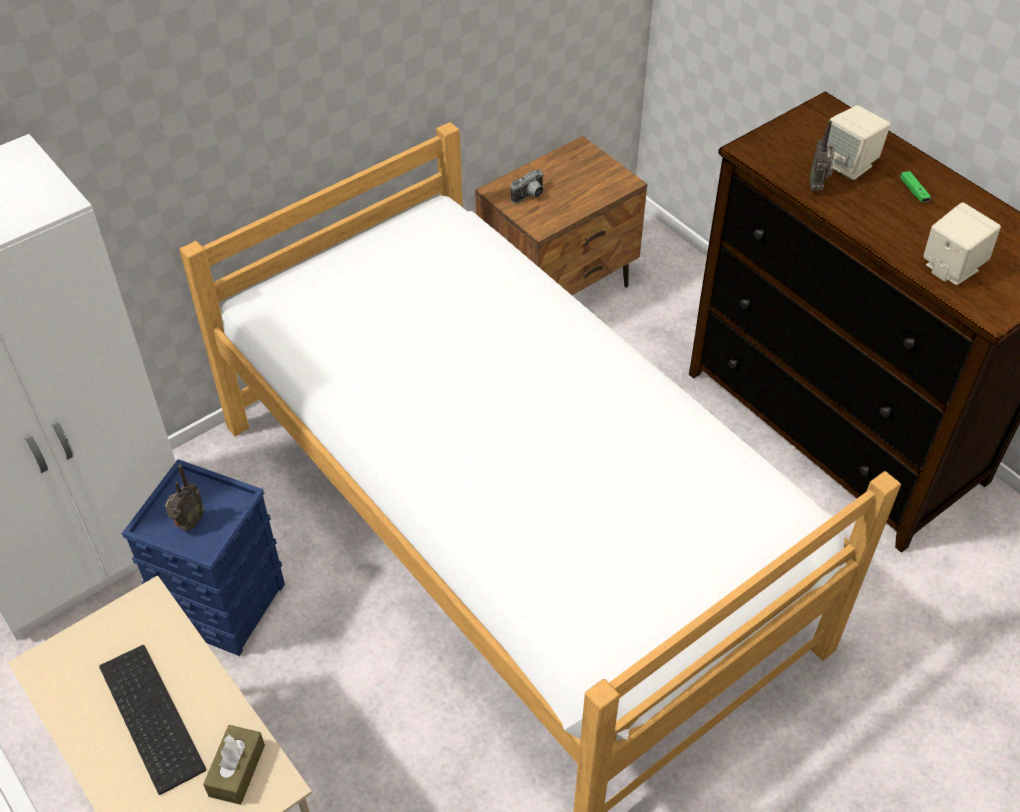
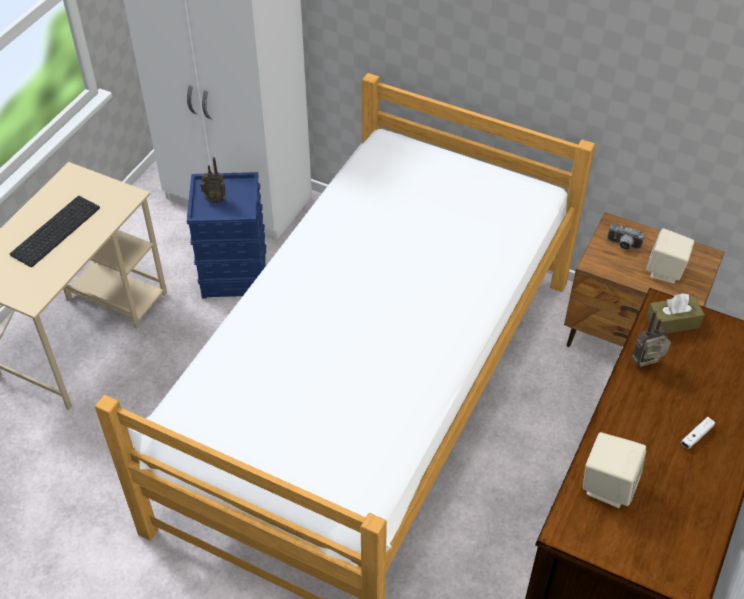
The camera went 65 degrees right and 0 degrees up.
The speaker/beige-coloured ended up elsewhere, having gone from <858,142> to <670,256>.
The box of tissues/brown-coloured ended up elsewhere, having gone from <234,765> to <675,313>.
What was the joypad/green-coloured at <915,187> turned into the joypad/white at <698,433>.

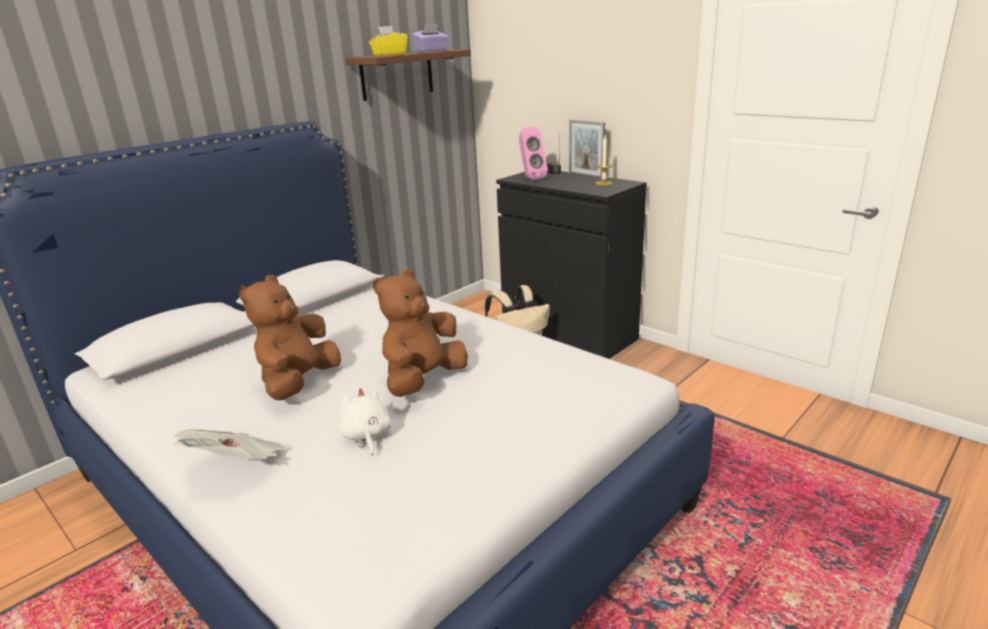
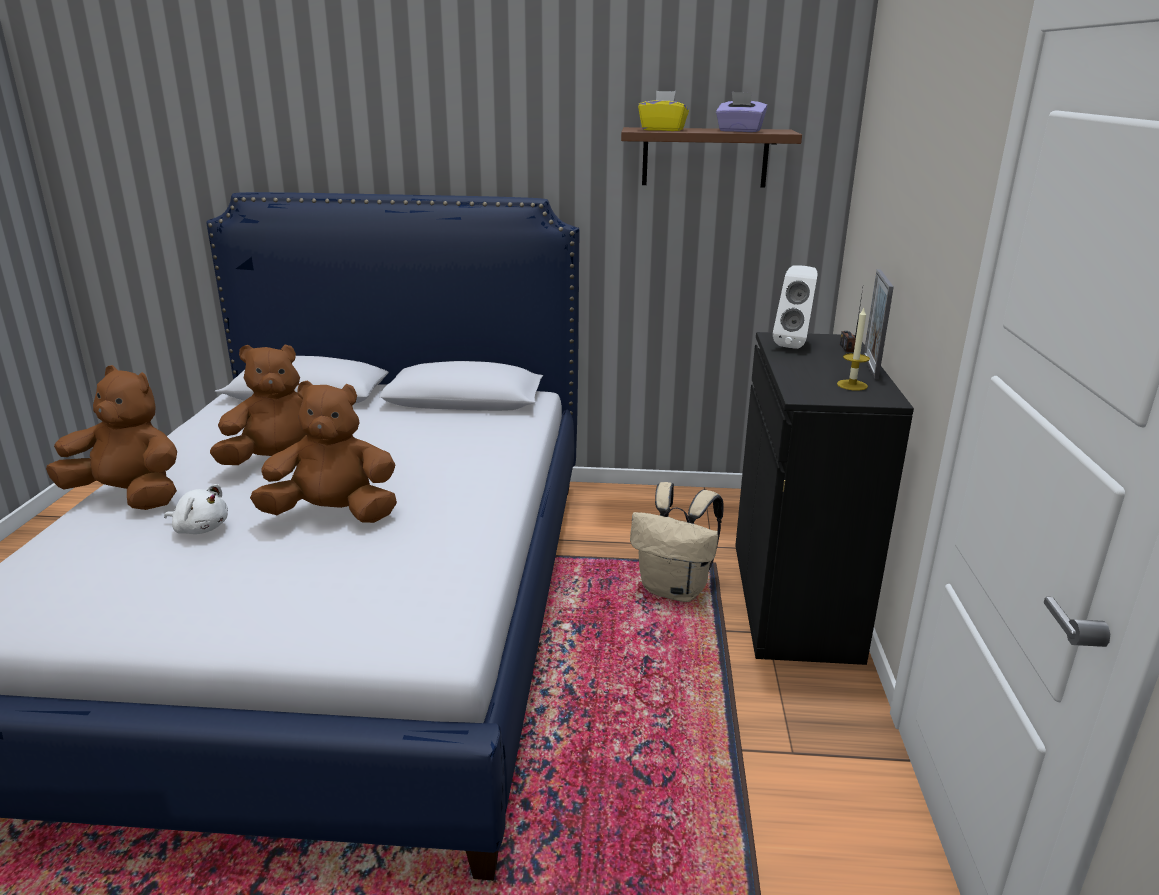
The camera went 50 degrees right and 0 degrees up.
Where the newspaper stood at <232,444>, the soft toy/brown-coloured came to stand at <111,437>.
The soft toy/white at <365,422> ended up facing another way, 75 degrees clockwise from before.
What was the speaker/pink-coloured at <533,153> turned into the speaker/white at <795,307>.

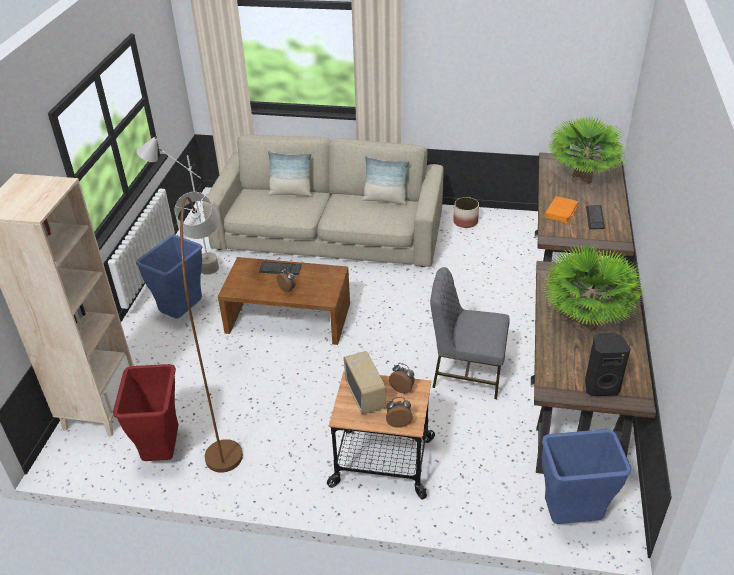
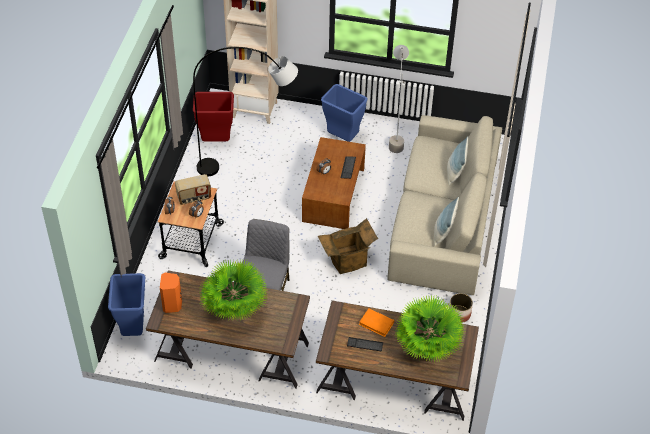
The camera went 90 degrees right and 10 degrees up.
What was the speaker/black at <607,364> turned into the speaker/orange at <171,292>.
What was the standard lamp/brown-coloured at <209,332> turned into the standard lamp/grey at <245,111>.
The second view gained the carton at <348,246>.

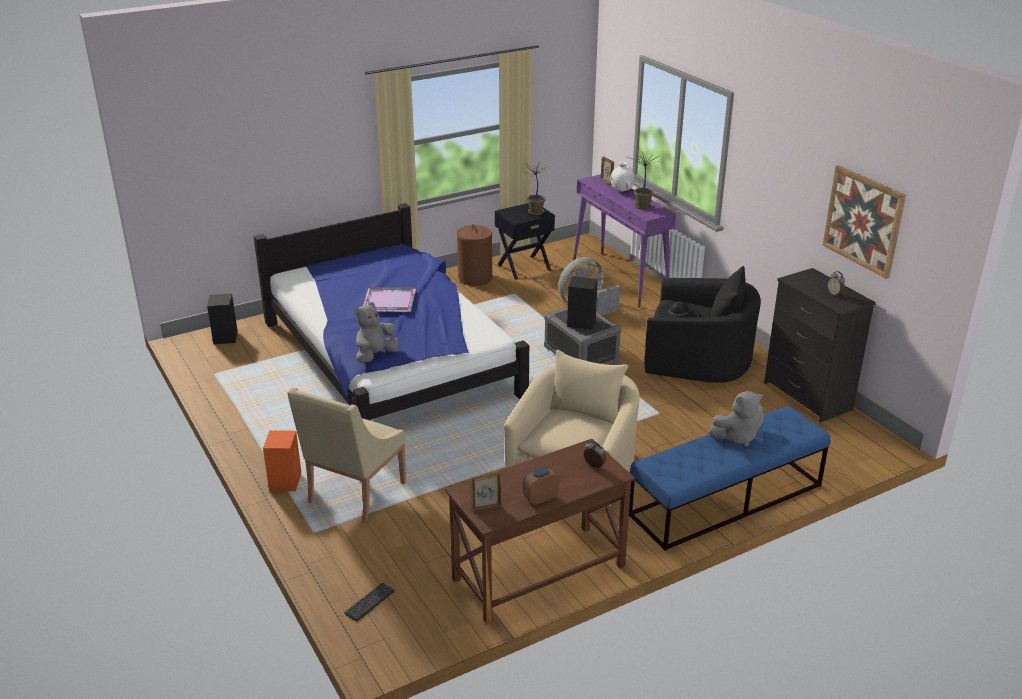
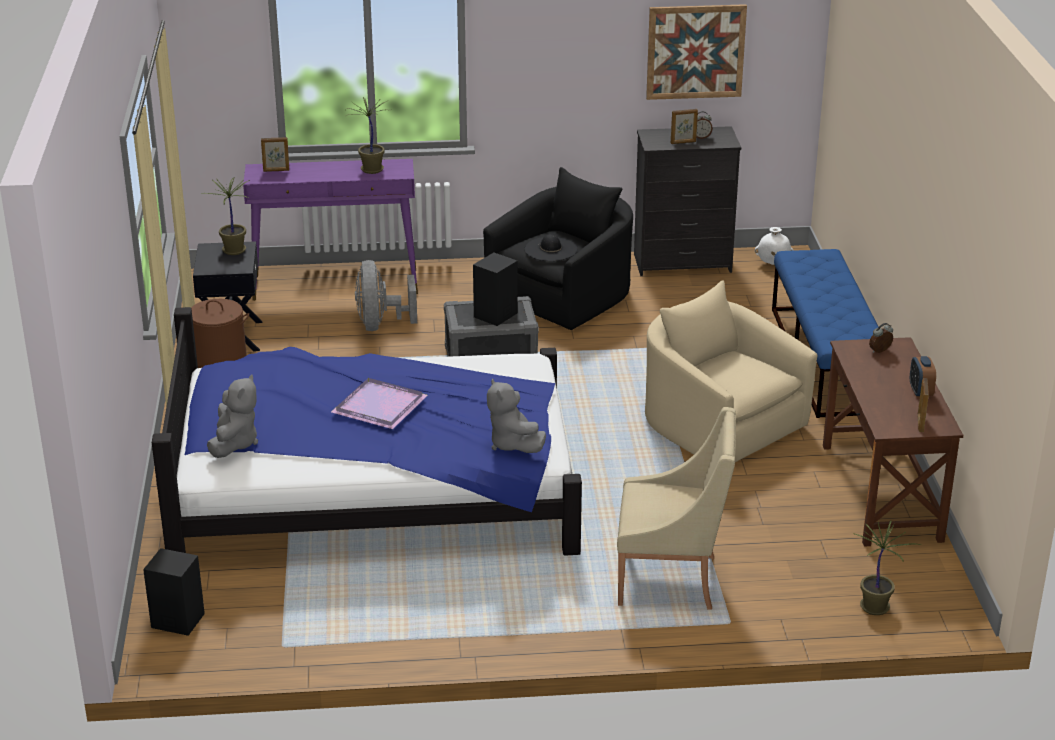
The camera went 65 degrees left and 0 degrees up.
The soft toy/grey ended up elsewhere, having gone from <736,419> to <232,416>.
The easy chair/beige-coloured at <346,455> ended up facing another way, 45 degrees counterclockwise from before.
The second view gained the picture frame at <684,126>.
The flower vase/white ended up elsewhere, having gone from <622,177> to <774,246>.
Where the computer keyboard stood at <369,602>, the houseplant came to stand at <887,568>.
The second view lost the speaker/orange at <282,461>.

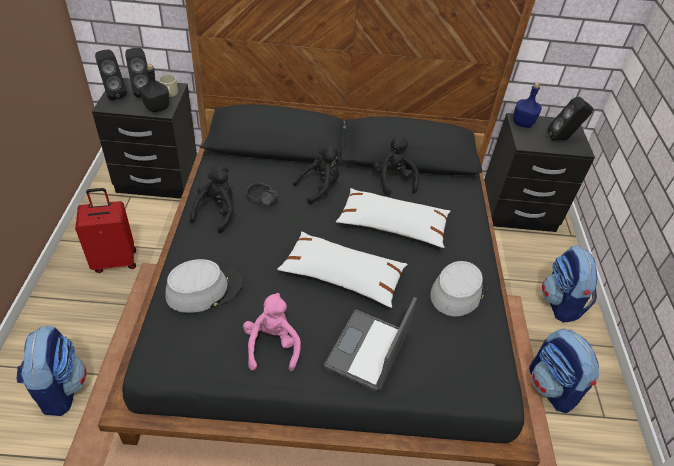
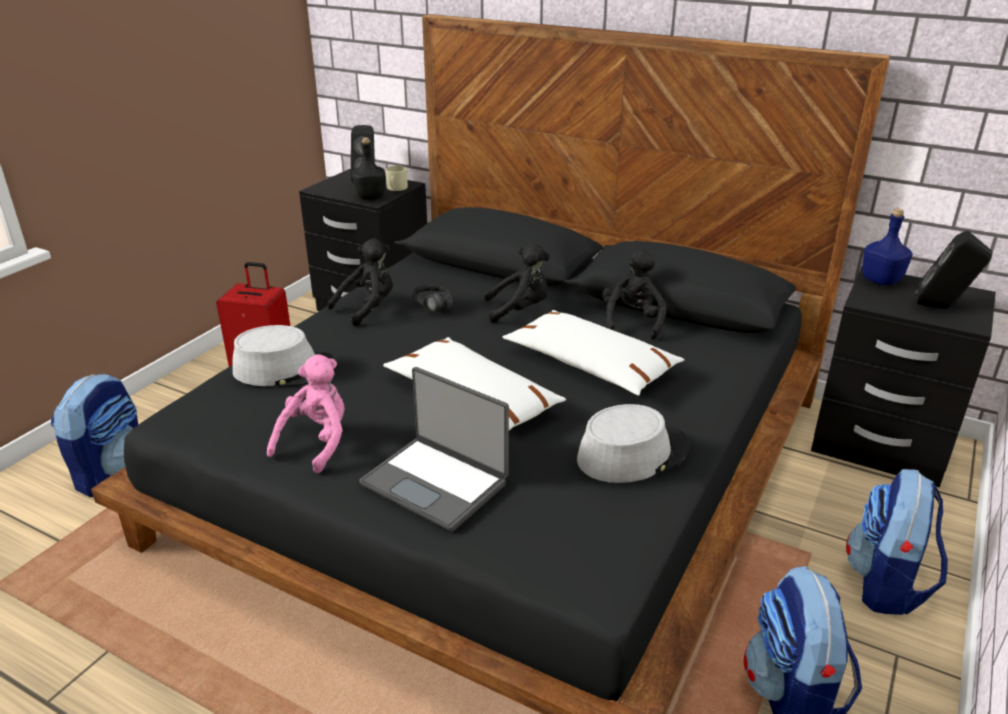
The camera went 30 degrees right and 15 degrees down.
The notebook computer at <370,344> ended up facing another way, 105 degrees counterclockwise from before.
The second view lost the speaker/black at <111,74>.

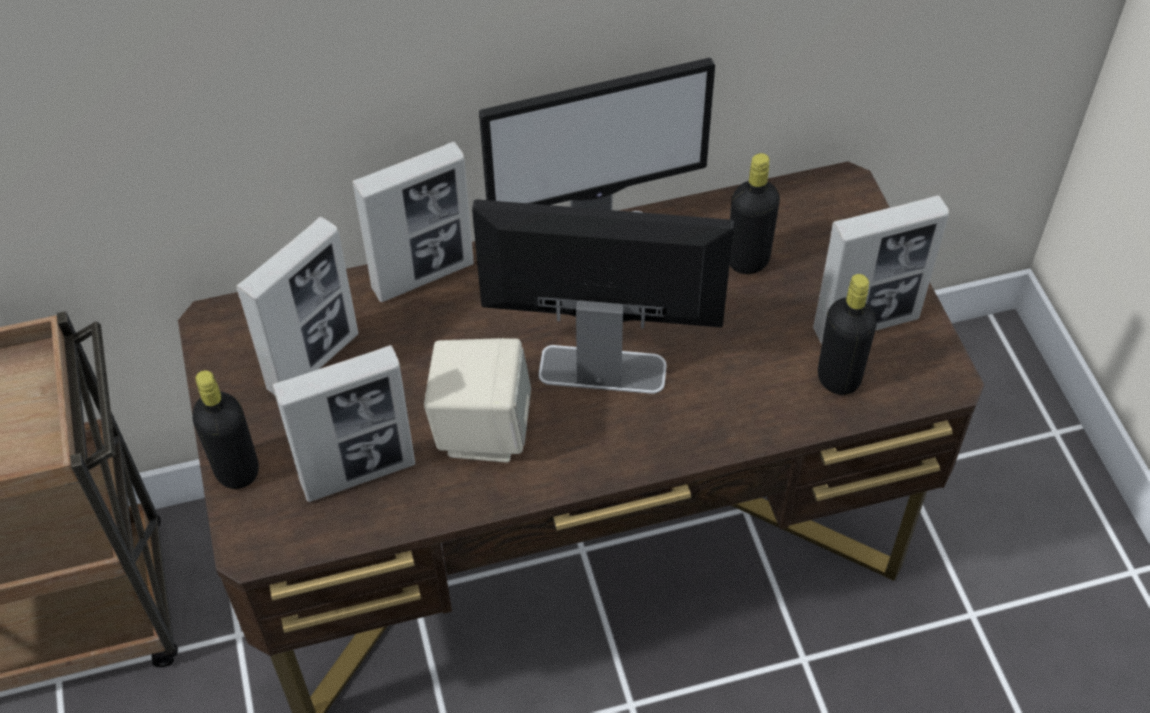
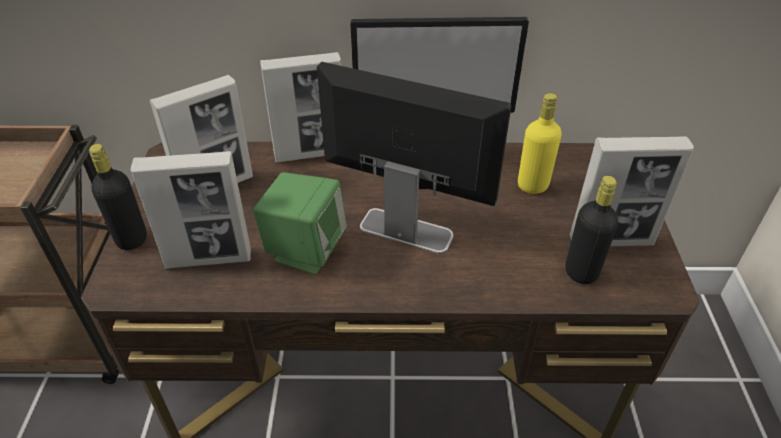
The camera went 15 degrees right and 10 degrees down.
What was the speaker/beige-coloured at <477,400> turned into the speaker/green-coloured at <300,223>.
What was the drink bottle/black at <755,213> turned into the drink bottle/yellow-coloured at <540,143>.

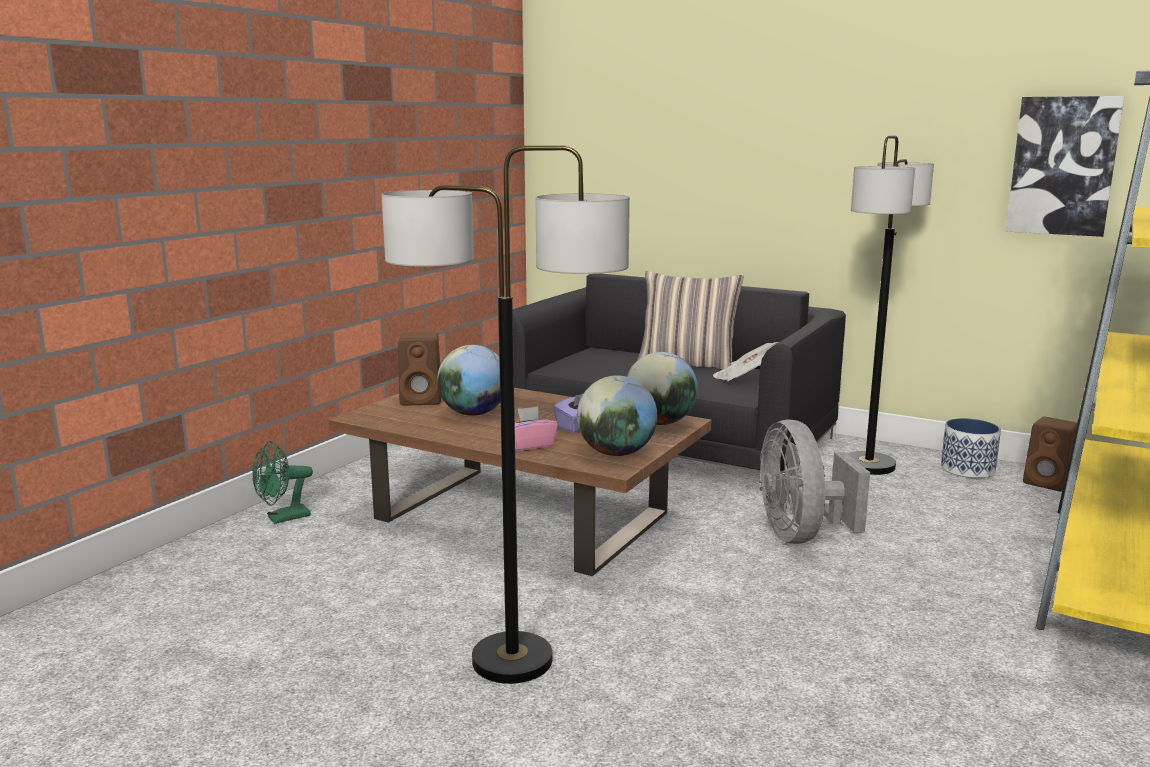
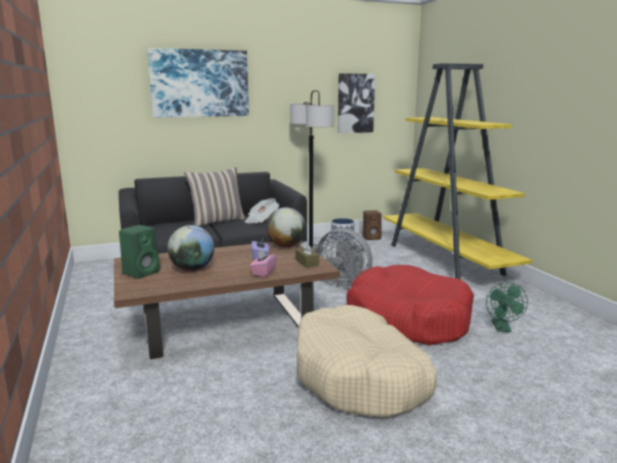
The camera went 50 degrees left and 0 degrees up.
What was the speaker/brown-coloured at <419,368> turned into the speaker/green-coloured at <139,252>.
The second view gained the picture at <198,82>.
Where the world globe stood at <617,415>, the box of tissues/brown-coloured came to stand at <307,254>.
Where the standard lamp stood at <506,415>, the dog bed/beige-coloured came to stand at <366,361>.
The second view gained the dog bed/red at <410,305>.
The cooling fan/green-coloured ended up elsewhere, having gone from <282,482> to <507,307>.

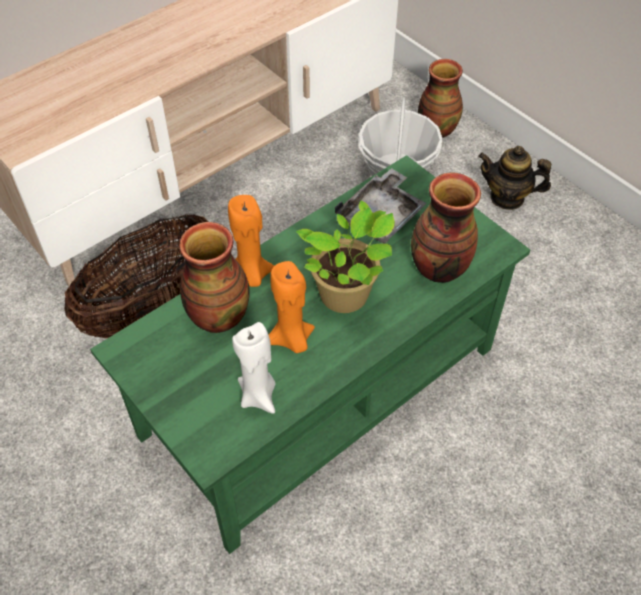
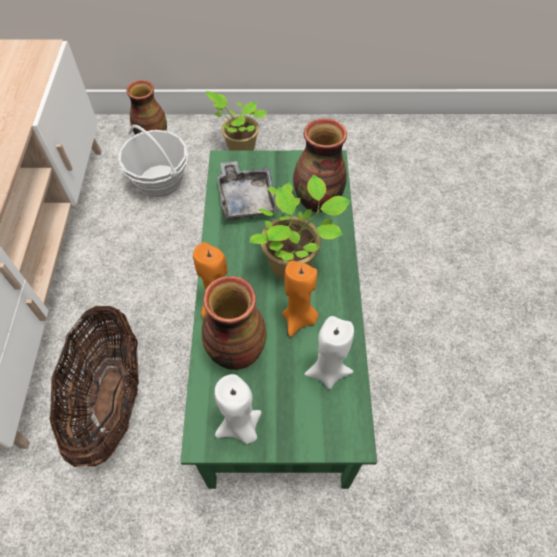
The camera went 50 degrees left and 5 degrees up.
Where the teapot stood at <514,178>, the houseplant came to stand at <236,120>.
The second view gained the wax light/white at <237,409>.

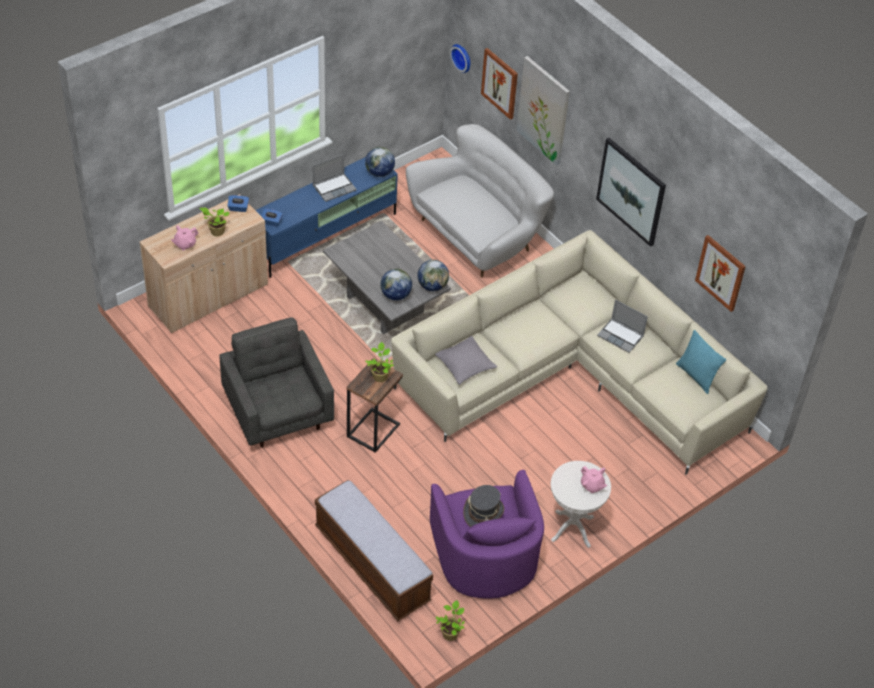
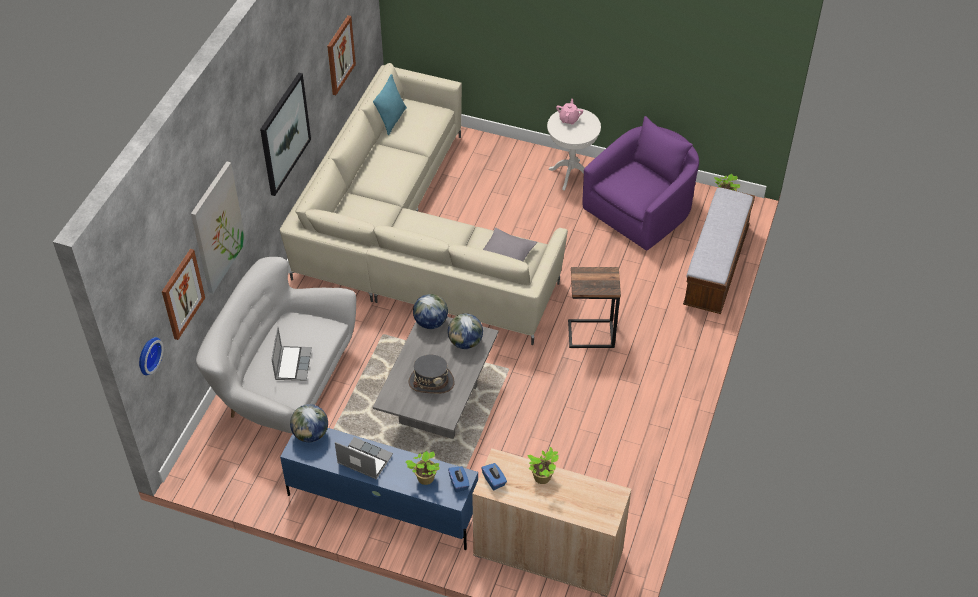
The camera went 120 degrees left and 0 degrees up.
The notebook computer ended up elsewhere, having gone from <622,326> to <291,354>.
The houseplant ended up elsewhere, having gone from <380,362> to <422,468>.
The clothing hat/grey ended up elsewhere, having gone from <483,506> to <431,374>.
The second view lost the teapot/pink-coloured at <184,238>.
The second view lost the easy chair/grey at <276,382>.

